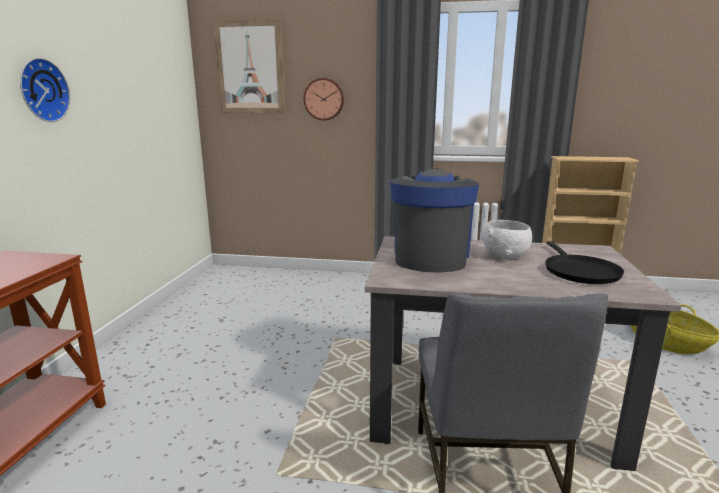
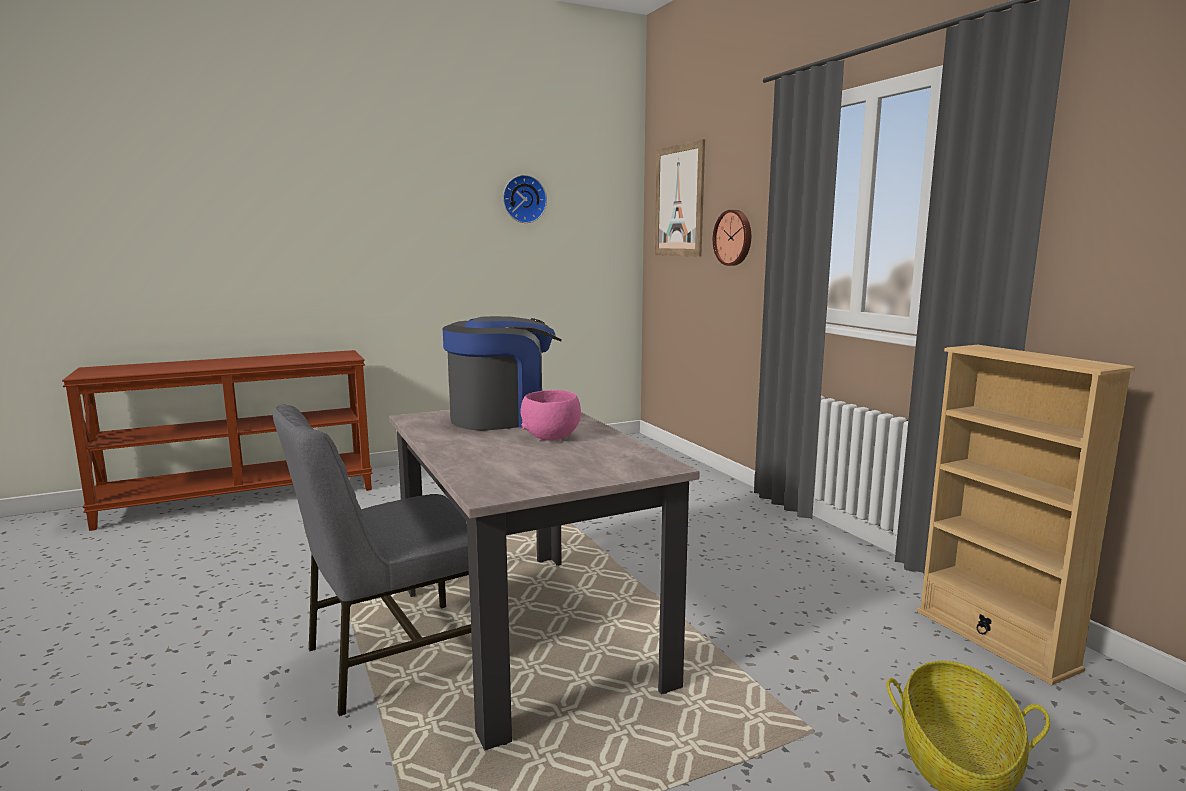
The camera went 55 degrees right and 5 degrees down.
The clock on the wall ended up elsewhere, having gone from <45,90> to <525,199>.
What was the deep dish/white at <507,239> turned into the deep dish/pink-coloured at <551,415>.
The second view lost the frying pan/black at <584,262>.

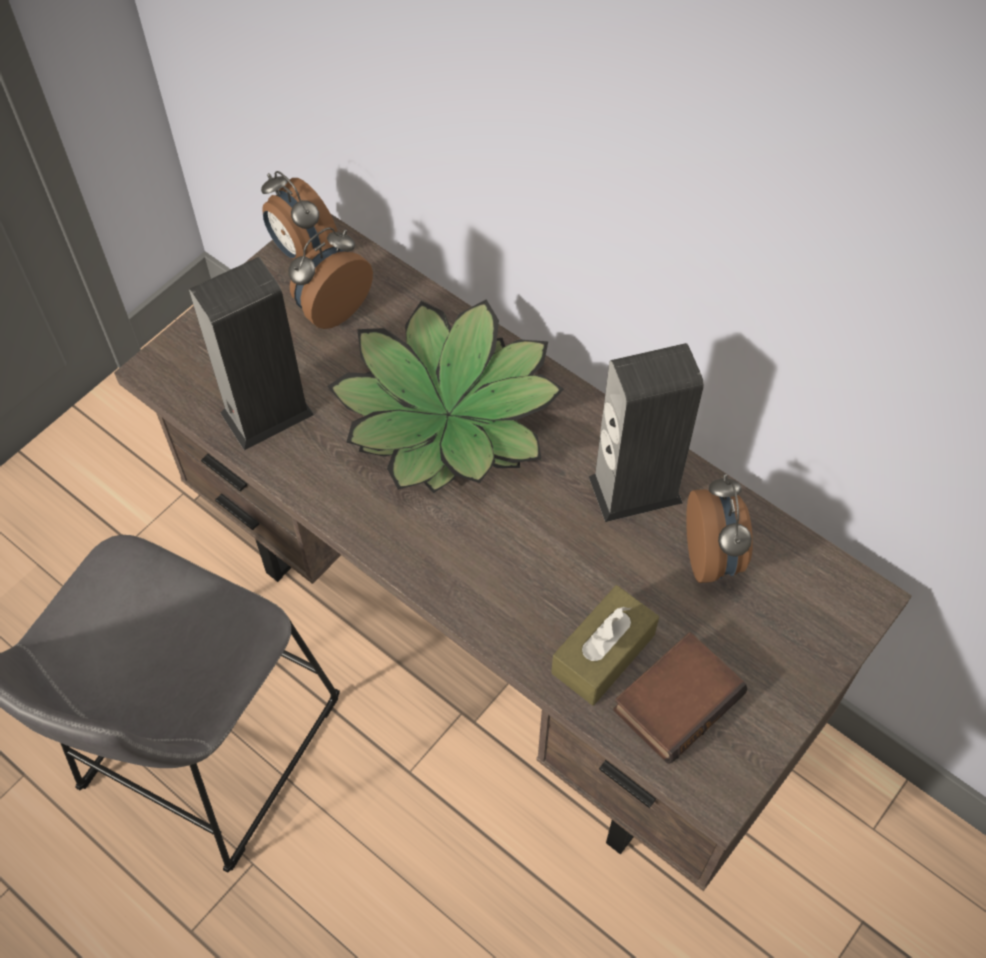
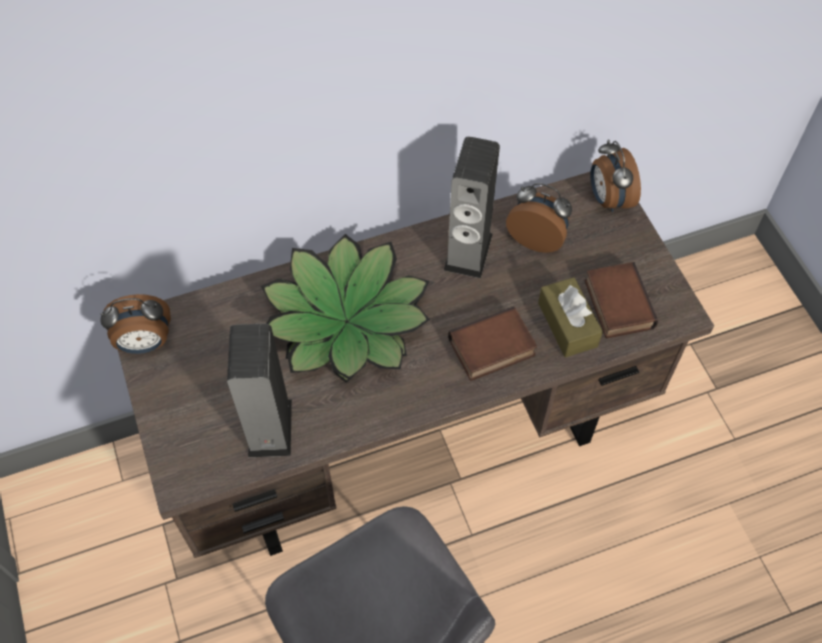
The camera went 60 degrees left and 0 degrees up.
The second view gained the book at <492,344>.
The table clock ended up elsewhere, having gone from <330,278> to <615,176>.

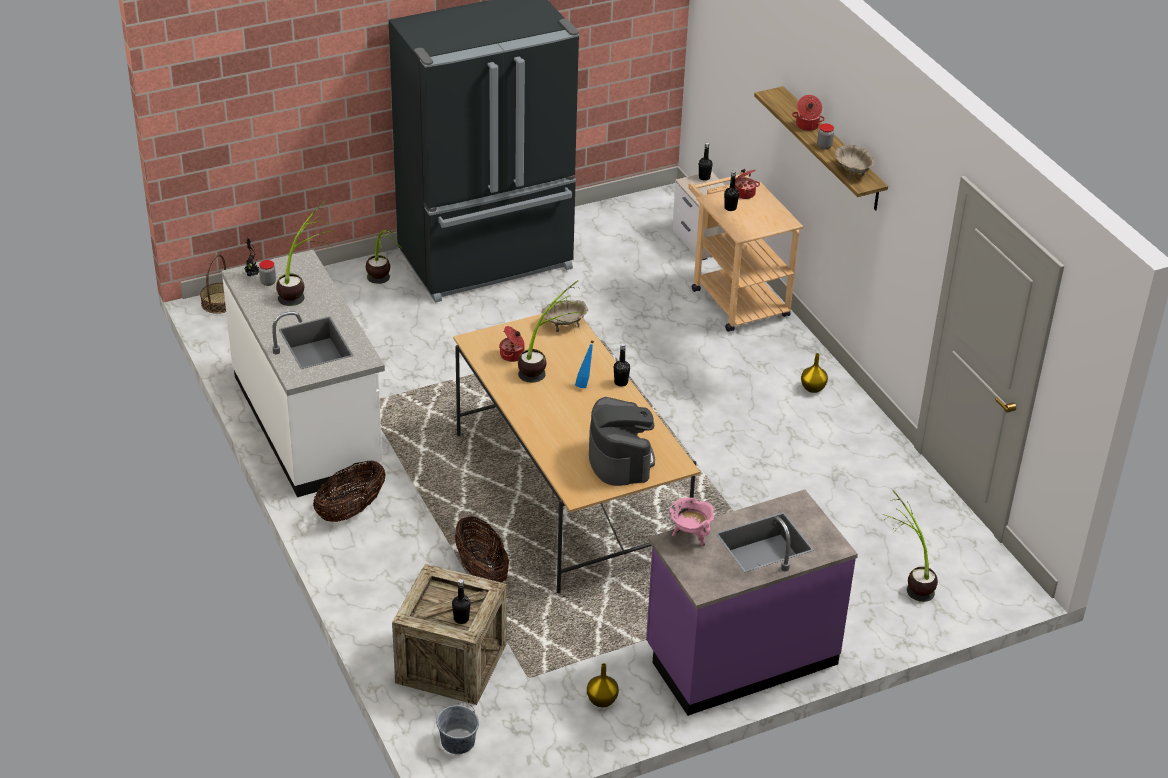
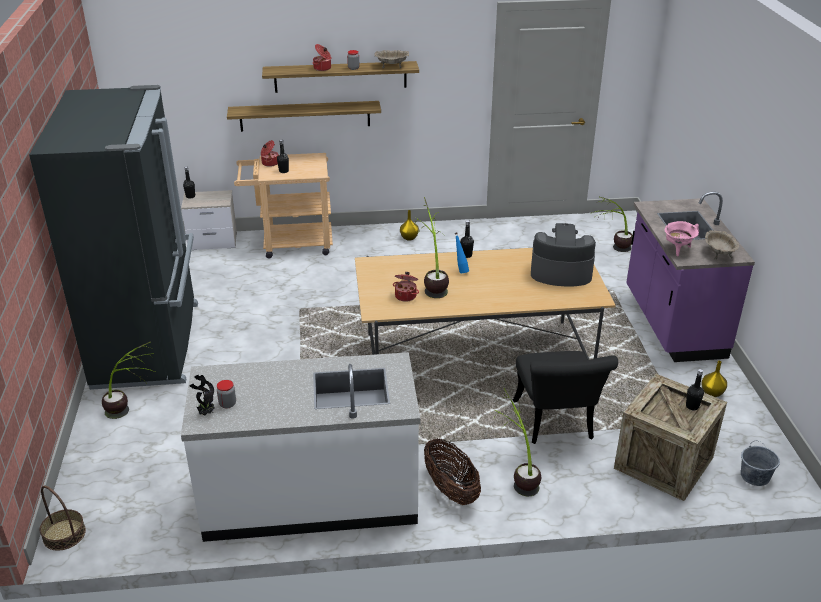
The camera went 70 degrees left and 5 degrees down.
The second view gained the shelf at <304,116>.
The houseplant ended up elsewhere, having gone from <306,253> to <518,442>.
Where the storage basket stood at <482,550>, the chair/black came to stand at <565,397>.
The deep dish/beige-coloured ended up elsewhere, having gone from <564,316> to <722,245>.

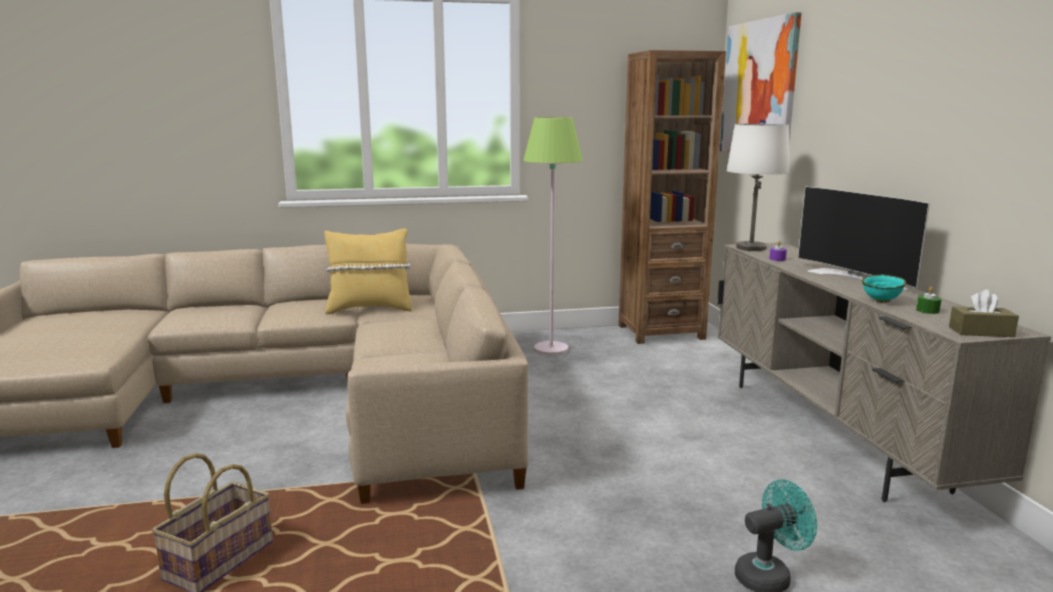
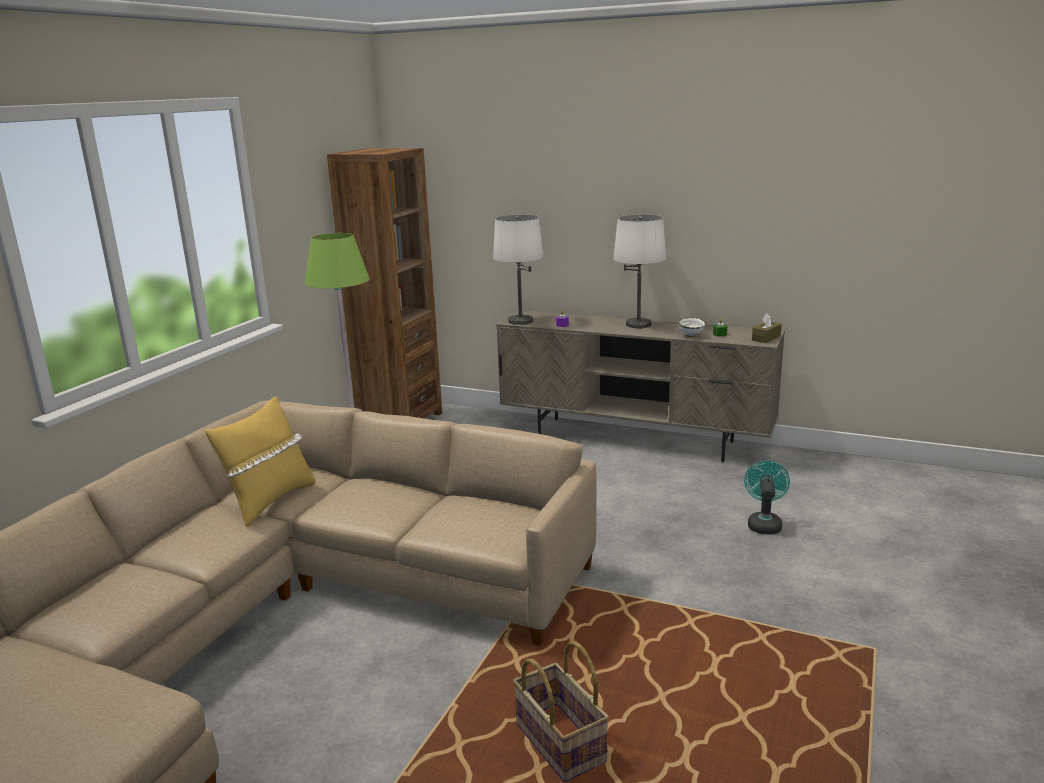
The camera went 55 degrees left and 5 degrees up.
Where the TV set stood at <864,238>, the lamp for a table/white came to stand at <640,271>.
What was the deep dish/blue-green at <884,289> turned into the deep dish/white at <692,327>.
The second view lost the picture at <760,82>.

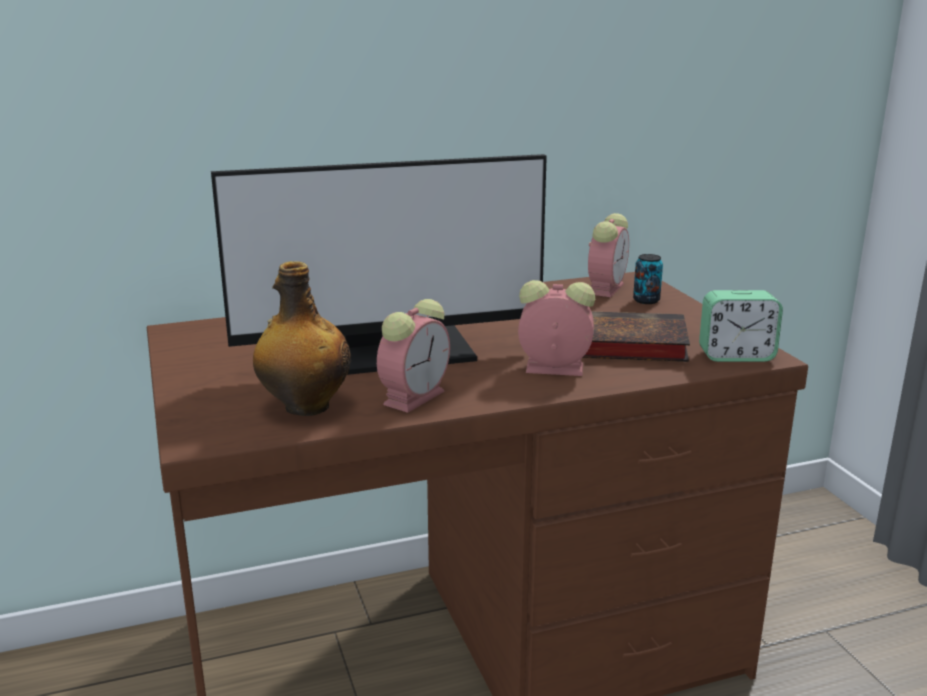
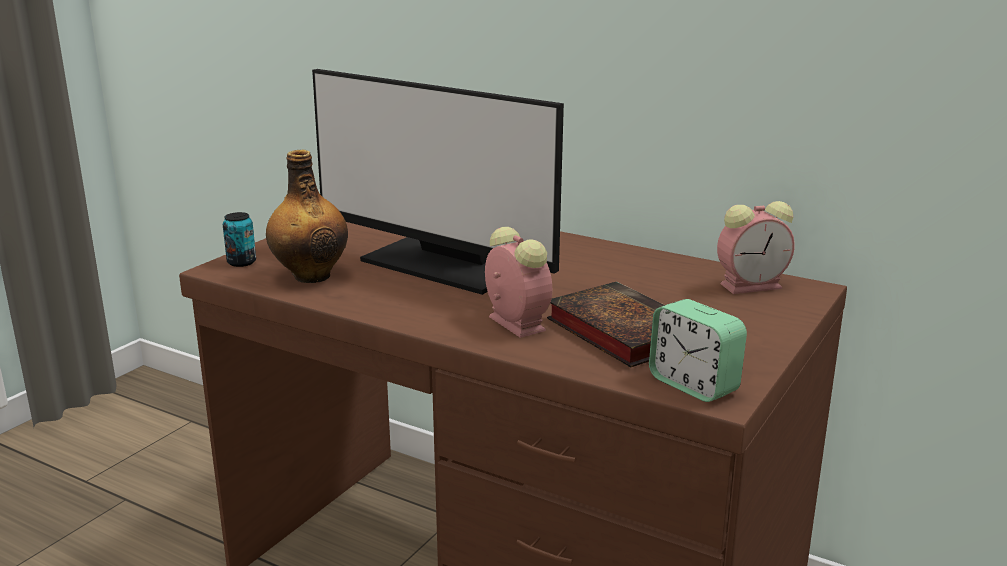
The camera went 50 degrees right and 0 degrees up.
The sealed can ended up elsewhere, having gone from <648,279> to <239,239>.
The second view lost the table clock at <413,356>.

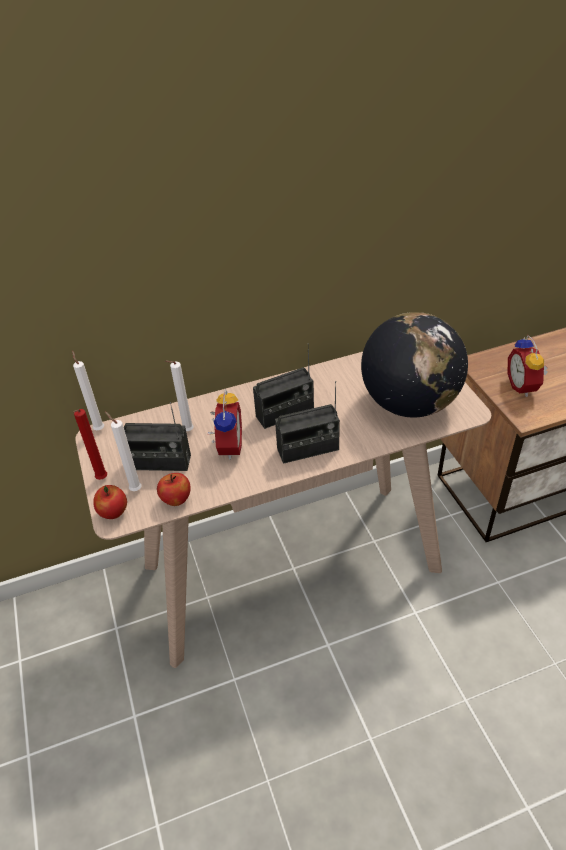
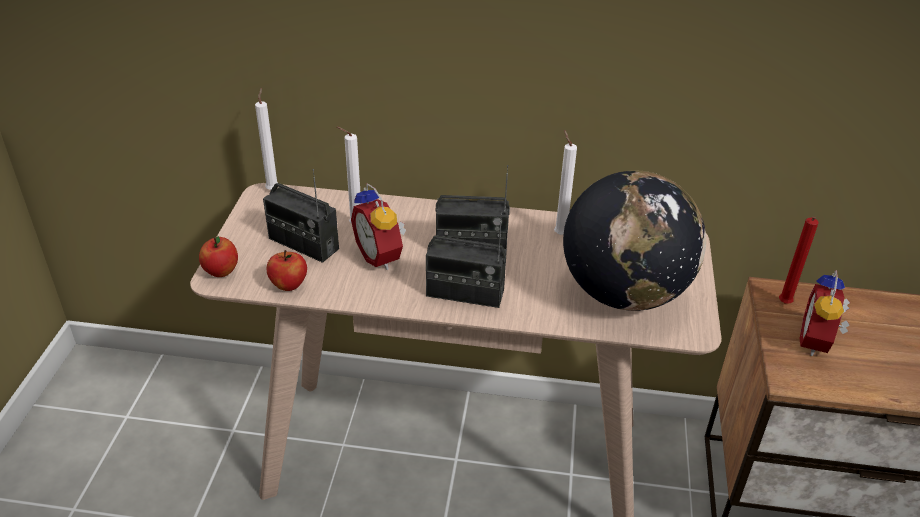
The camera went 25 degrees right and 5 degrees down.
The table clock at <225,424> ended up facing another way, 120 degrees clockwise from before.
The wax light/white ended up elsewhere, having gone from <123,451> to <565,182>.
The wax light/red ended up elsewhere, having gone from <90,444> to <798,260>.

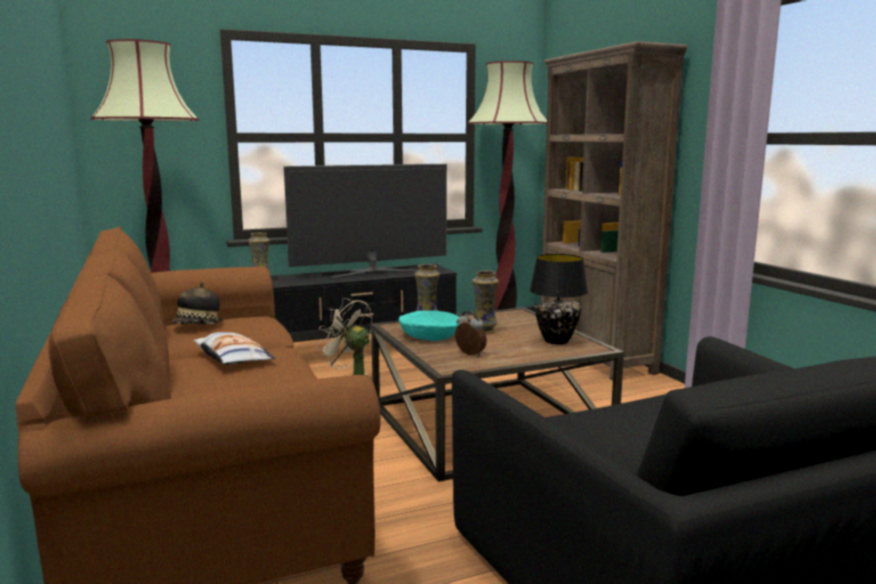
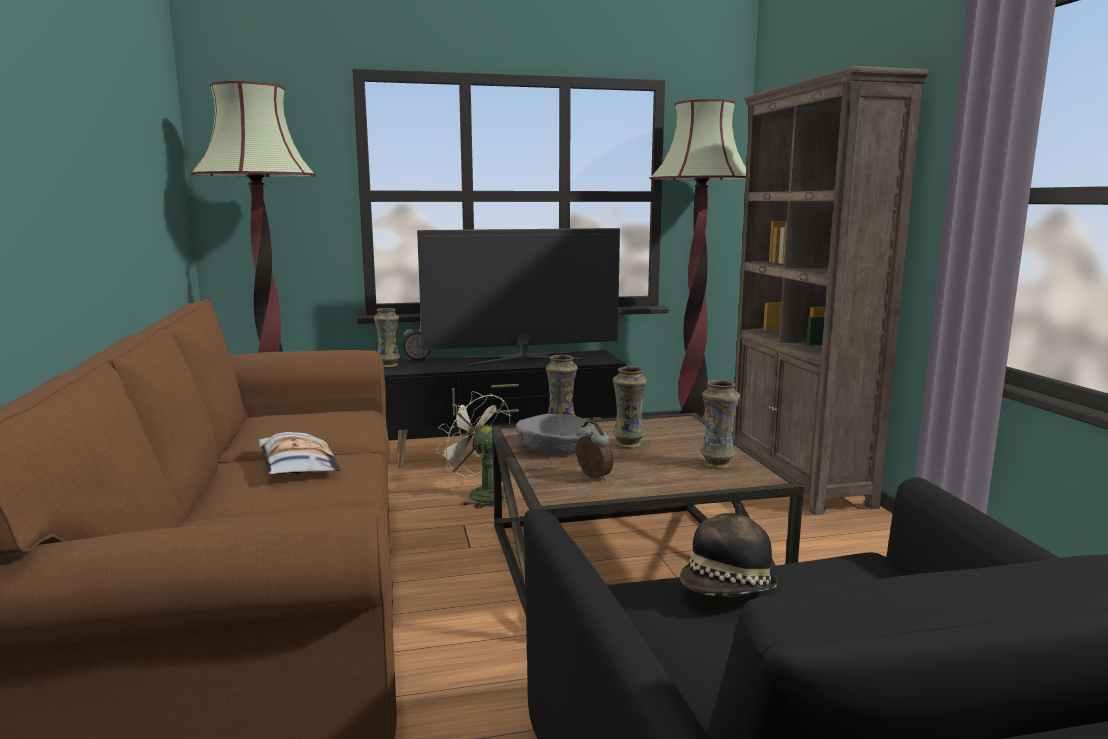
The camera went 10 degrees right and 0 degrees up.
The second view gained the table clock at <417,341>.
What was the deep dish/blue-green at <430,325> turned into the deep dish/grey at <555,434>.
The clothing hat ended up elsewhere, having gone from <197,303> to <728,550>.
Where the lamp for a table/black stood at <559,299>, the flower vase came to stand at <720,424>.

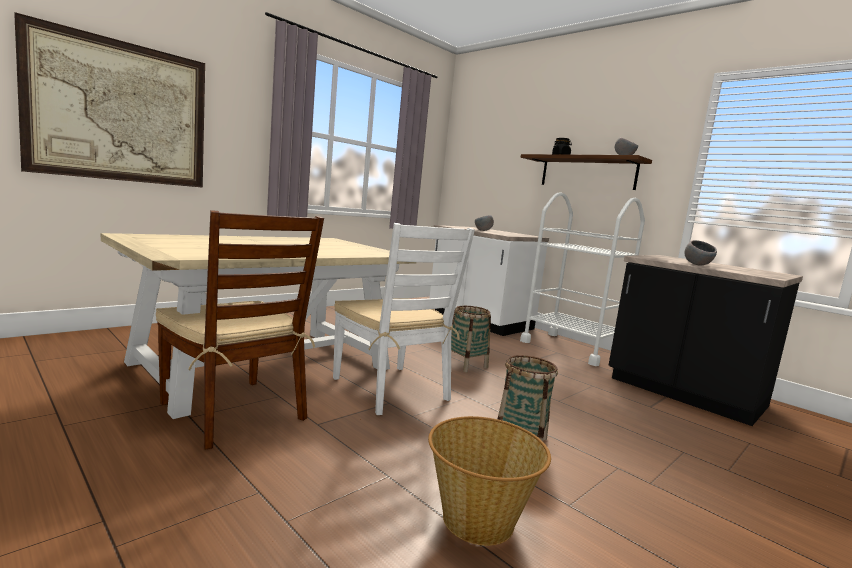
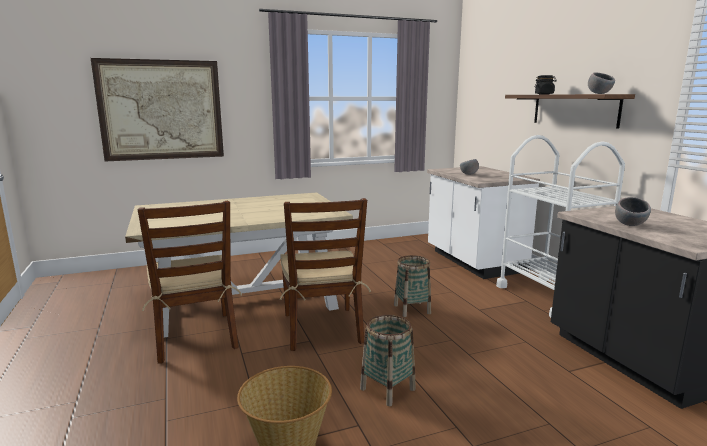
The camera went 25 degrees right and 5 degrees up.
What was the chair/white at <404,319> turned into the chair/brown-coloured at <325,274>.

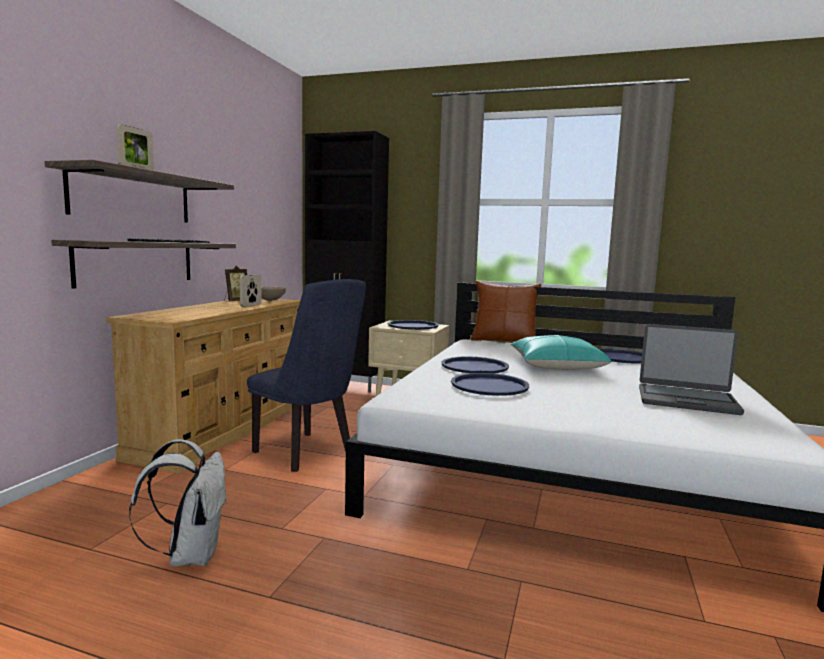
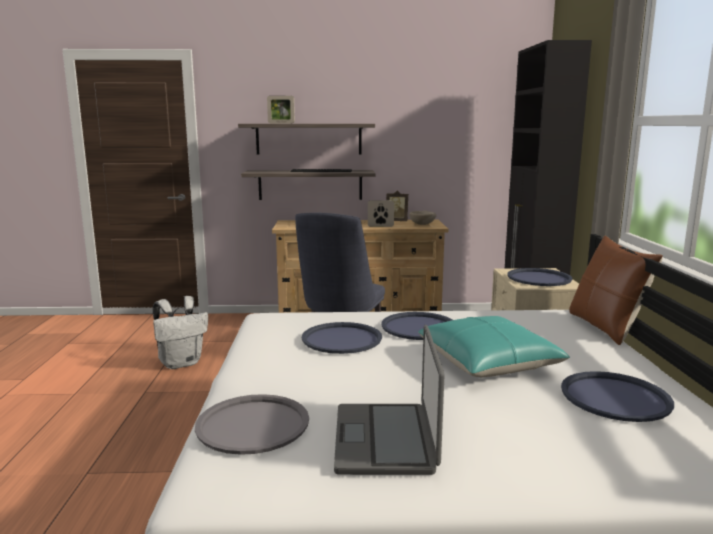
The camera went 70 degrees right and 5 degrees up.
The second view gained the serving tray/grey at <252,424>.

